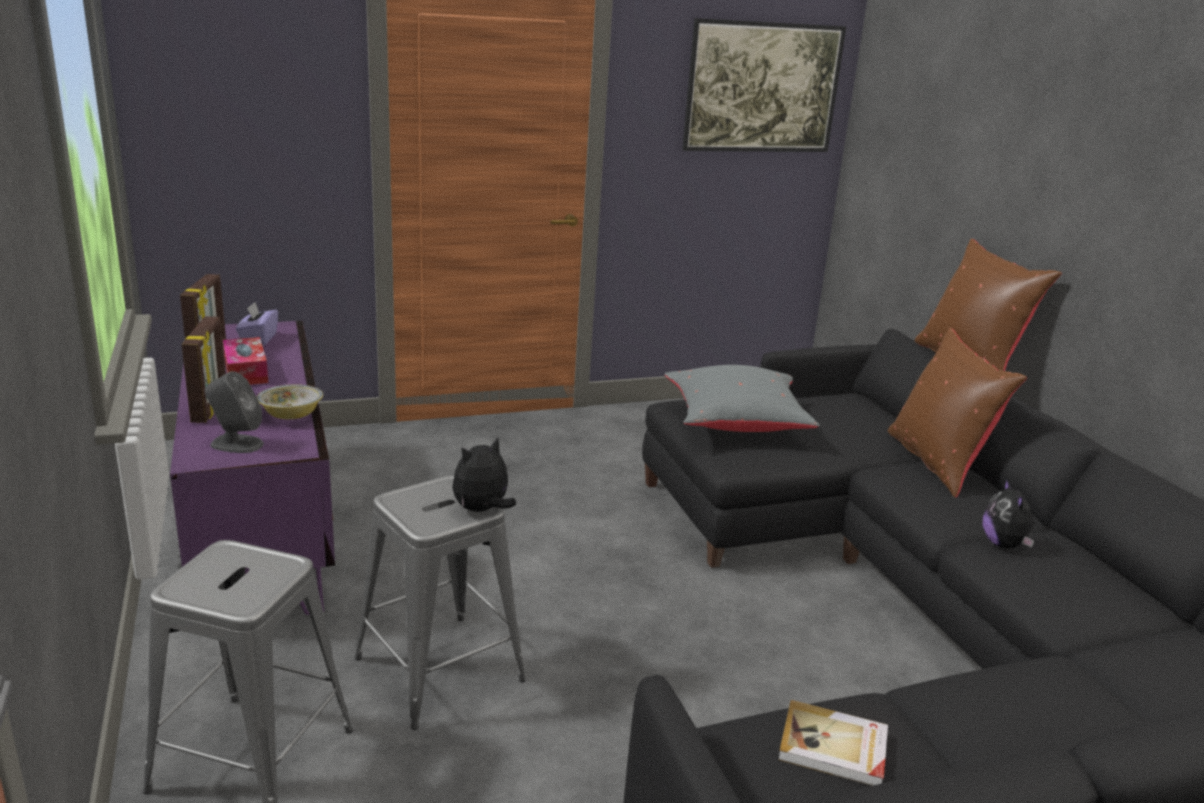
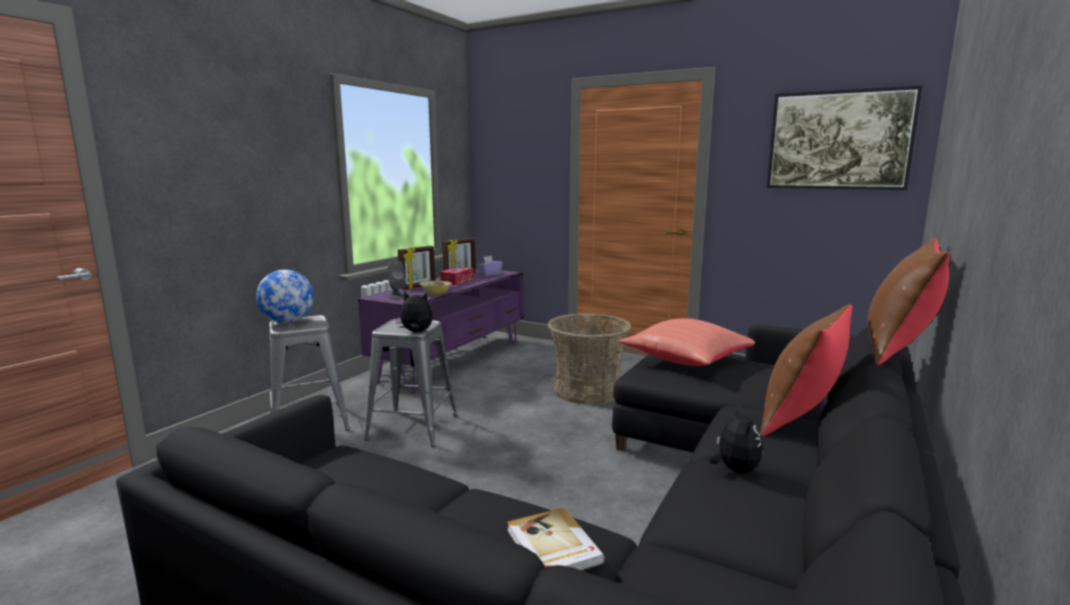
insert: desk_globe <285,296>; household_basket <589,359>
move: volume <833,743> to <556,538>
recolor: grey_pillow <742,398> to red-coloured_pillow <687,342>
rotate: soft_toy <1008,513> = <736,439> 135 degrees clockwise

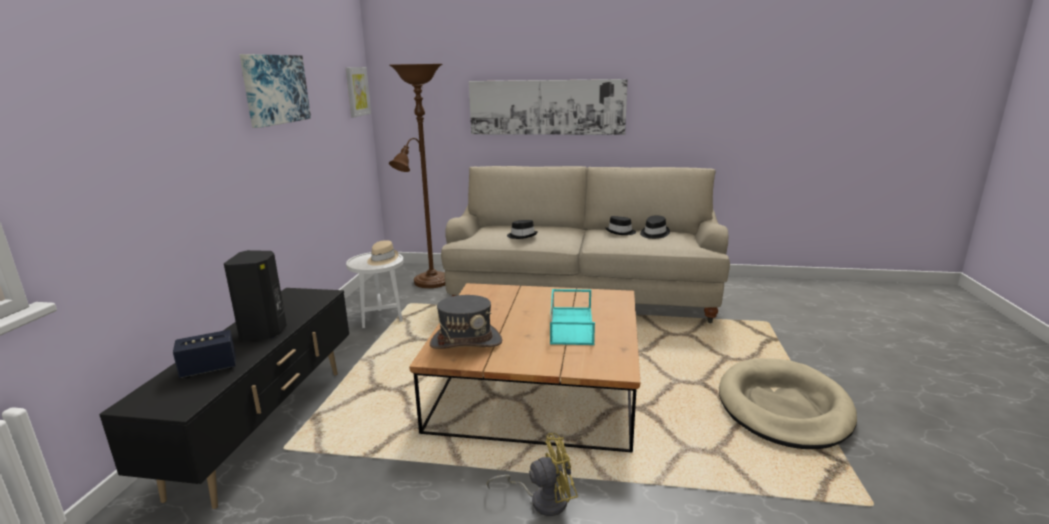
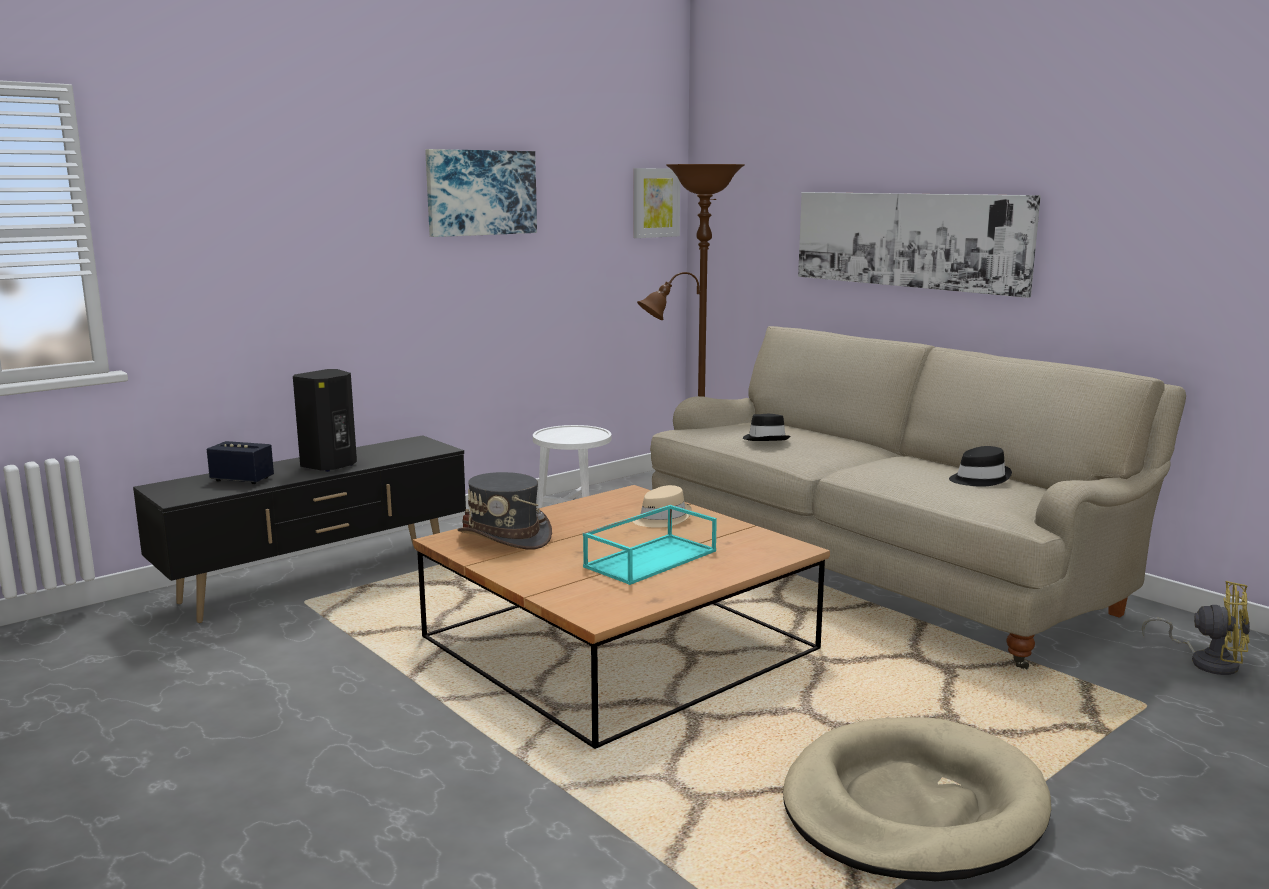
delete: black_wearable_hat <620,225>
move: beige-coloured_wearable_hat <383,253> to <662,506>; yellowish_fan <532,474> to <1196,628>

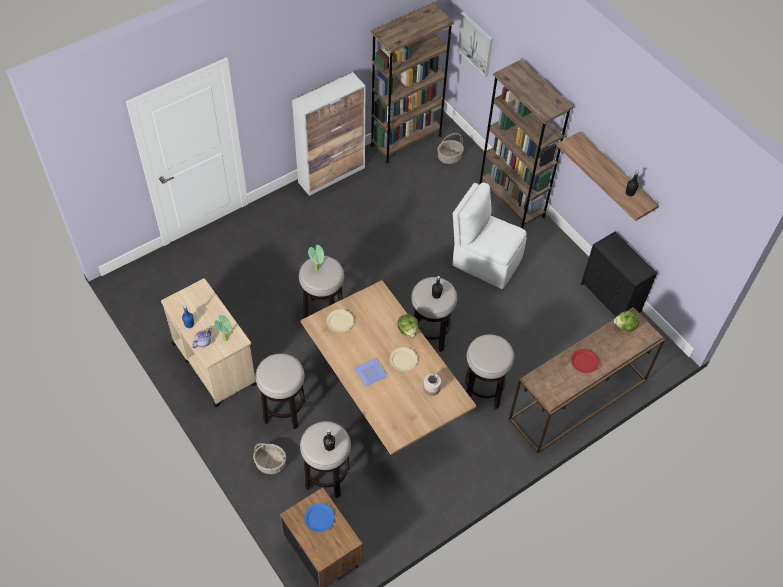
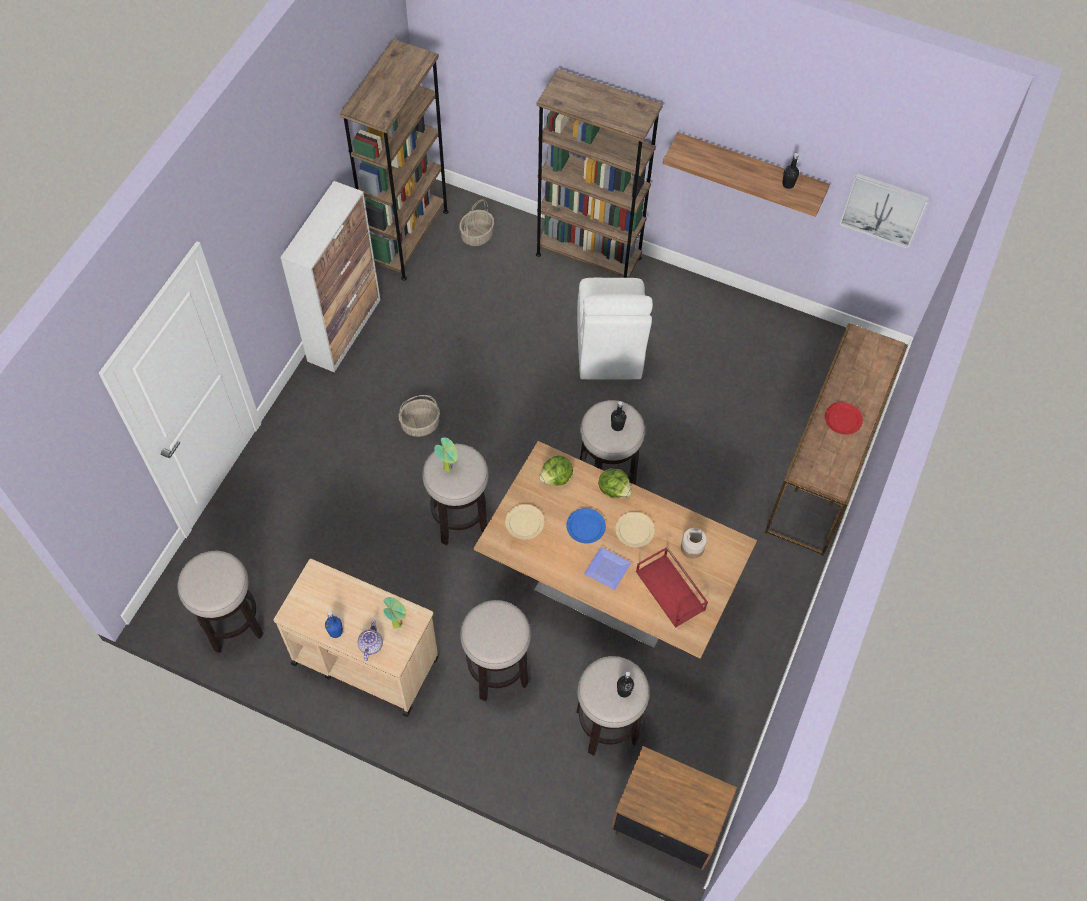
delete: black_drawer_chest <619,274>
insert: red-coloured_serving_tray <672,587>
move: household_basket <269,458> to <419,416>; bluish_plate <319,517> to <586,526>; wall_art <475,44> to <884,211>; stool <489,371> to <220,602>; head_of_lettuce <626,321> to <556,471>
rotate: white-coloured_chair <489,236> = <615,329> 90 degrees counterclockwise

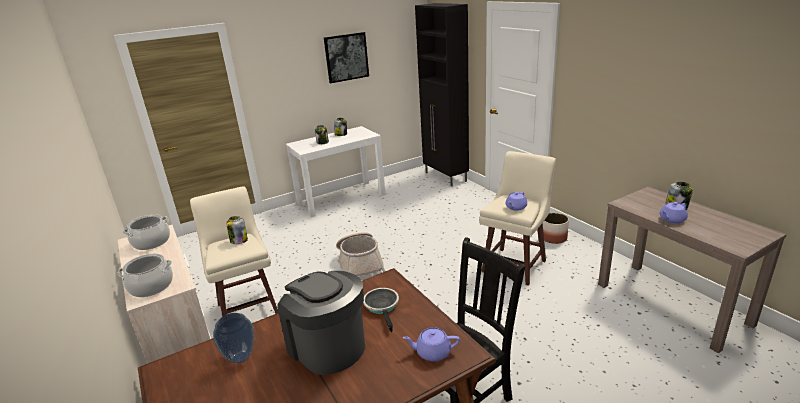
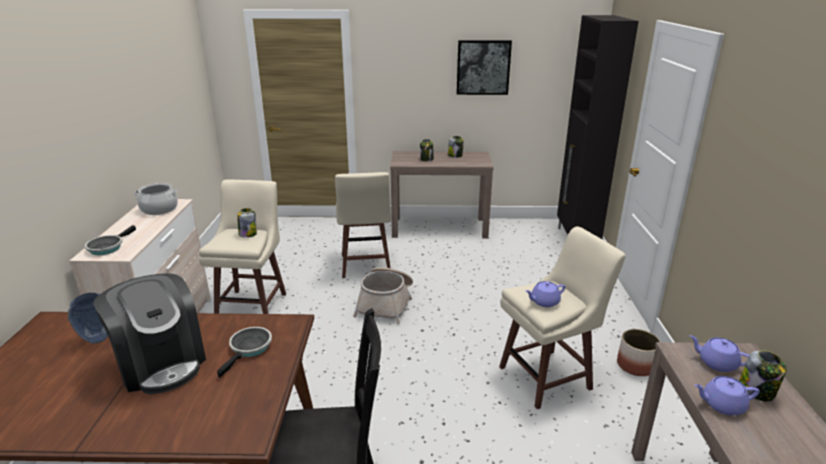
insert: beige-coloured_stool <363,225>
move: purplish_pot_for_tea <431,344> to <719,353>
replace: cooking_pot <145,275> to skillet <110,240>
recolor: white-coloured_console_table <336,171> to brownish_console_table <442,195>
rotate: coffee_maker <321,323> = <150,333> 150 degrees clockwise

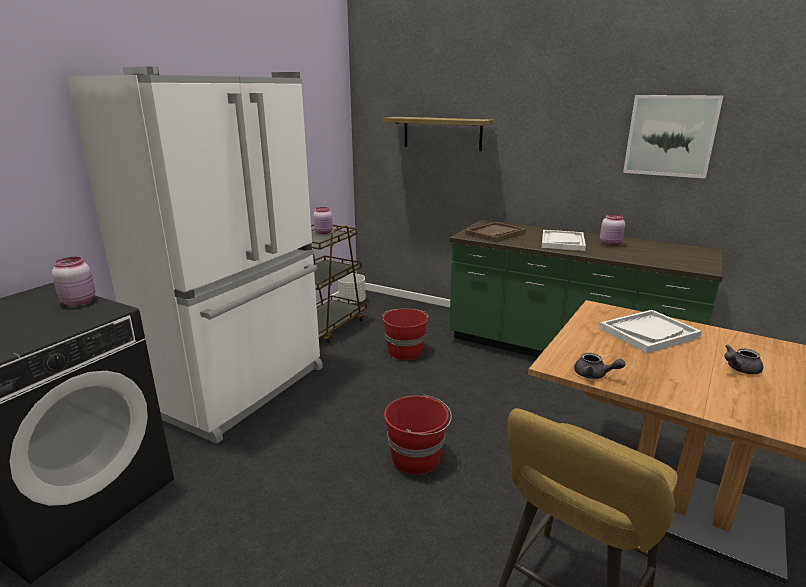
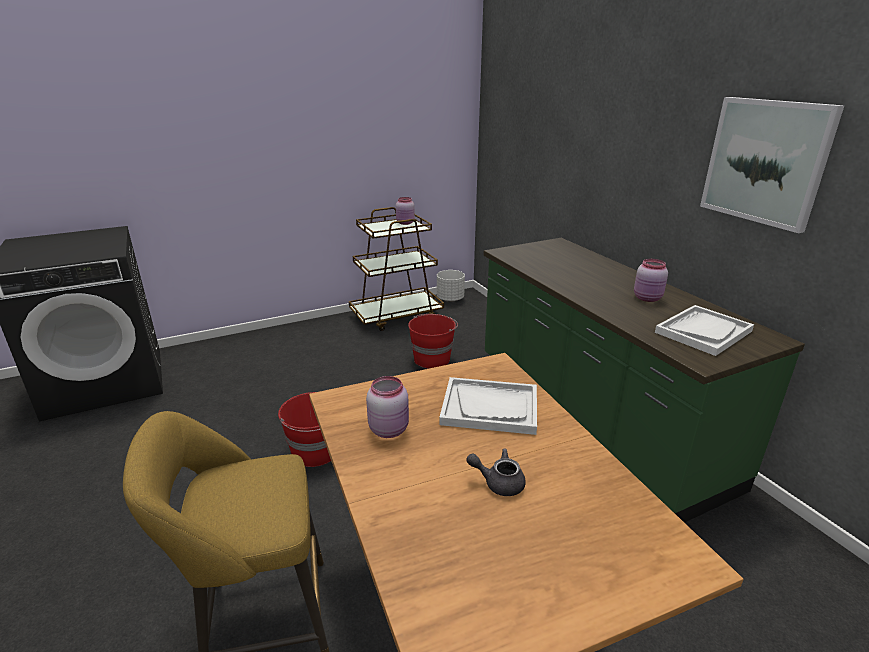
delete: white-coloured_fridge <195,255>; shelf <438,134>; brownish_serving_tray <495,232>; grey_pot_for_tea <599,366>
move: pink_jar <73,281> to <387,407>; white-coloured_serving_tray <564,240> to <704,330>

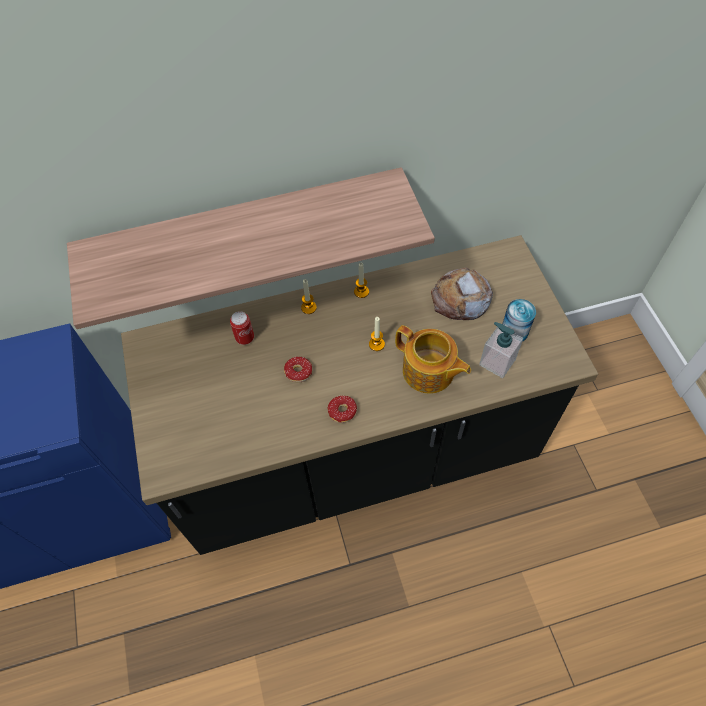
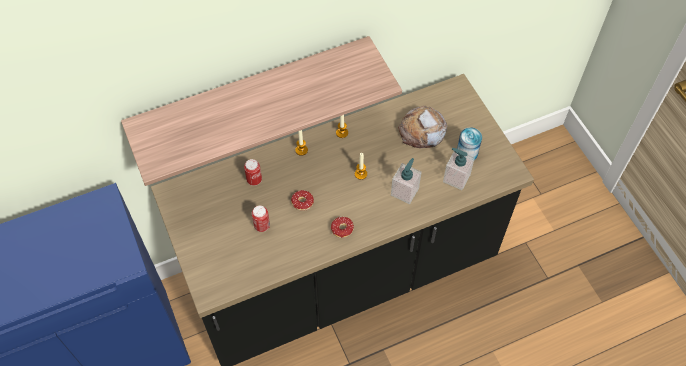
insert: can <261,219>
replace: pot_for_tea <433,359> to soap_dispenser <406,181>

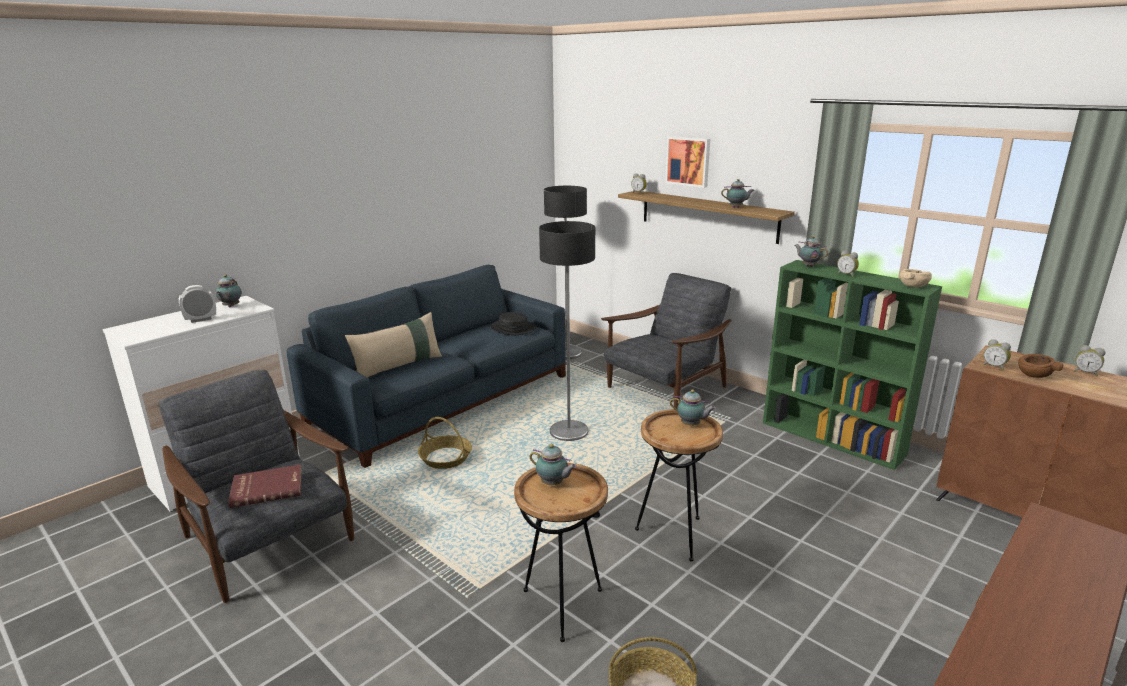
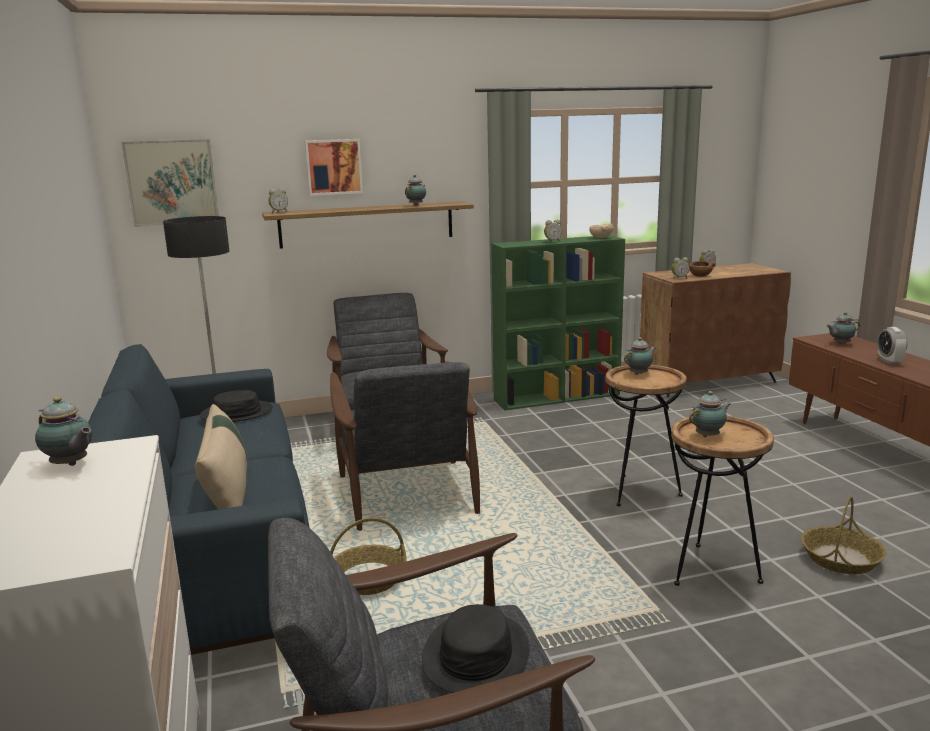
insert: wall_art <170,183>
move: alarm_clock <197,304> to <892,346>; pot_for_tea <811,251> to <843,328>
replace: red-coloured_volume <265,486> to black_wearable_hat <475,648>; standard_lamp <567,331> to grey_lounge_chair <405,446>

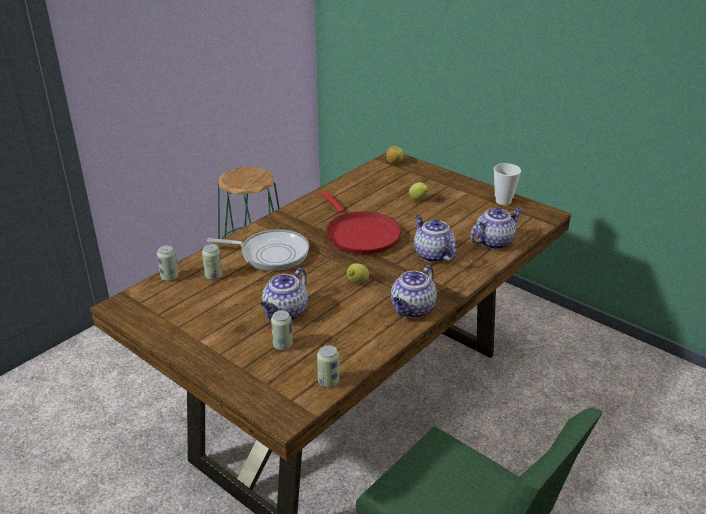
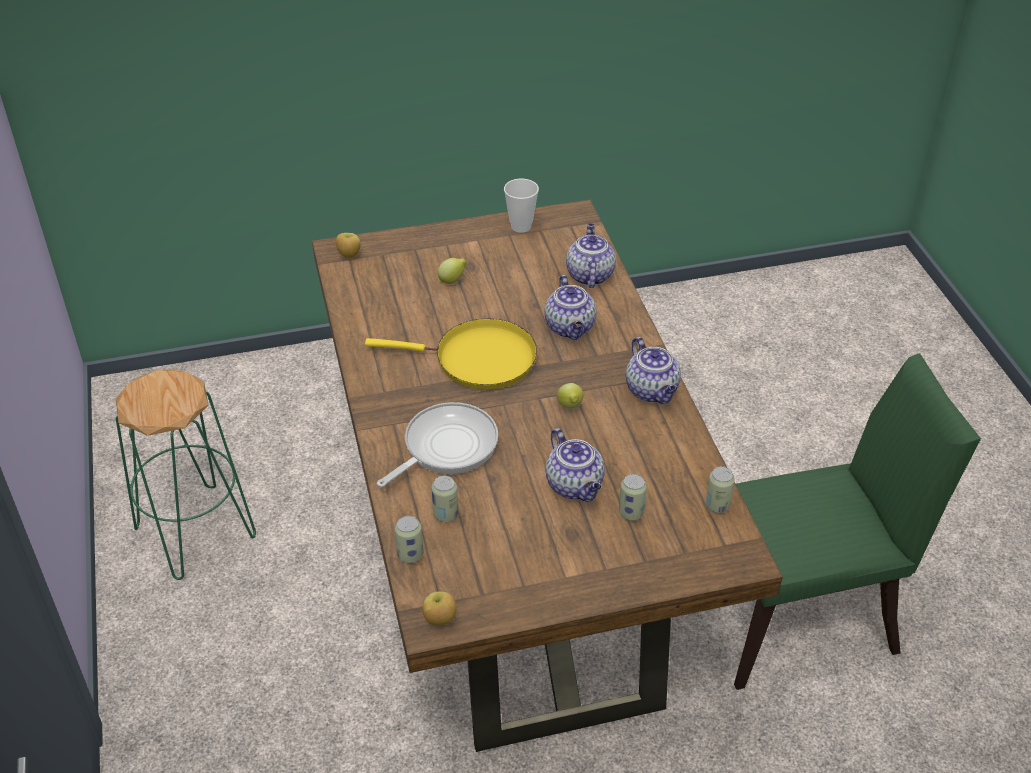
insert: apple_fruit <439,608>
recolor: red-coloured_skillet <361,223> to yellowish_skillet <451,353>
rotate: pot_for_tea <435,239> = <570,307> 105 degrees counterclockwise

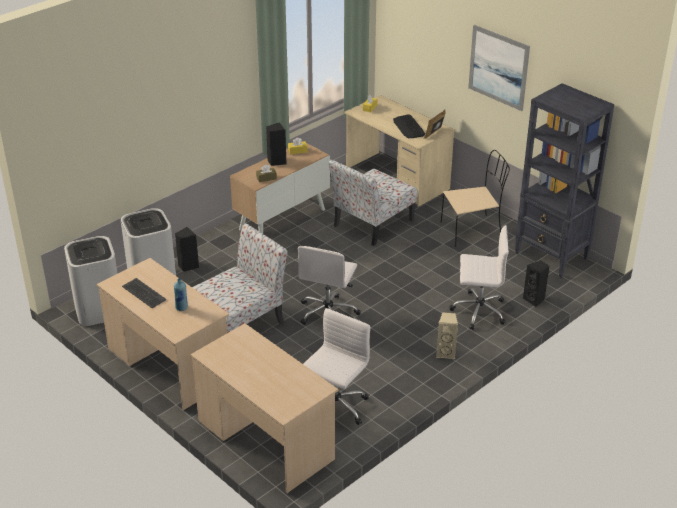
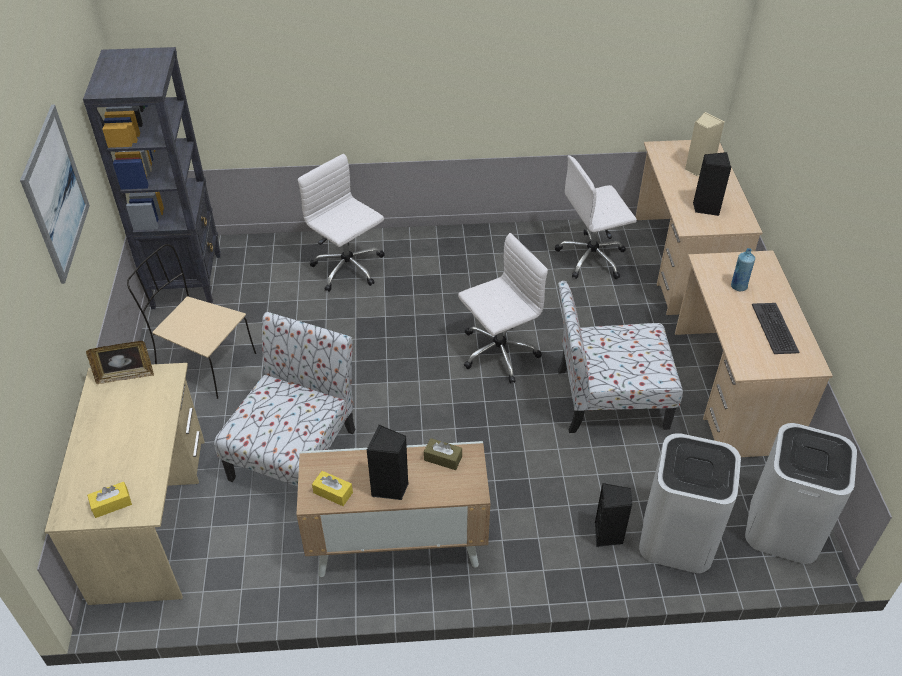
delete: keyboard <409,126>
move: beige-coloured_audio_speaker <447,335> to <705,144>; black_audio_speaker <536,283> to <712,184>
rotate: chair <373,202> = <285,399> 60 degrees counterclockwise

